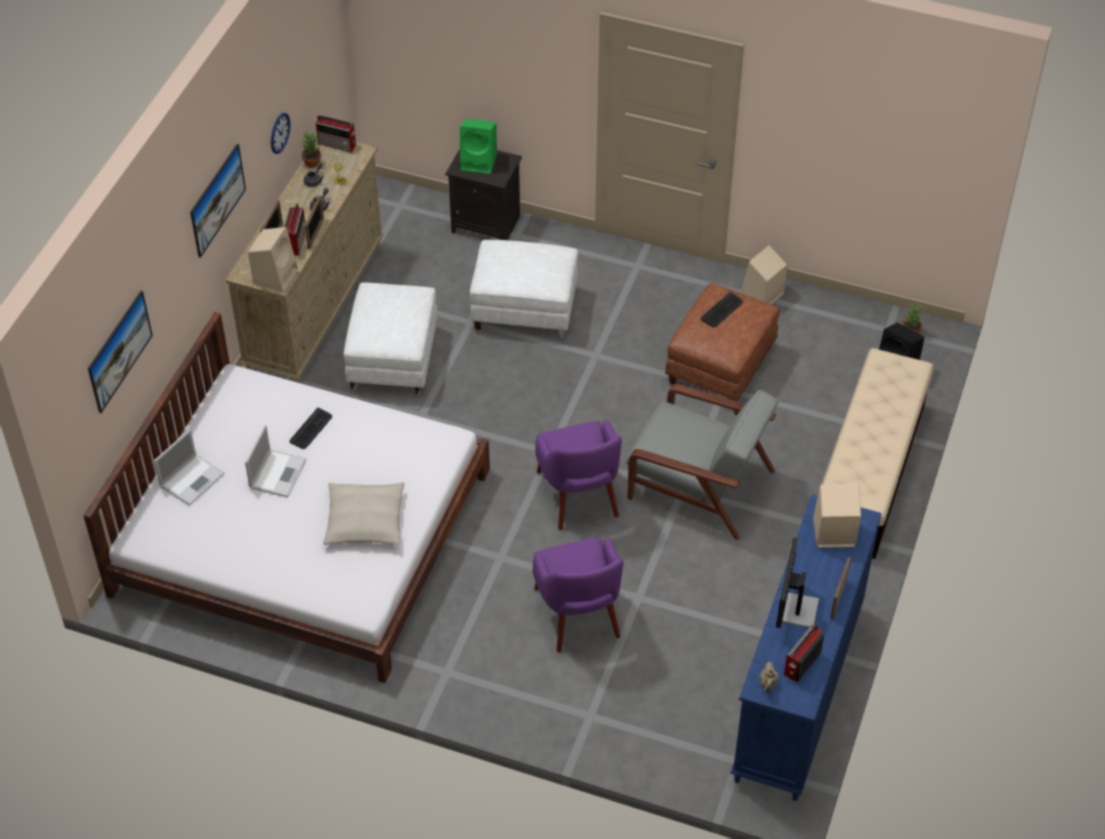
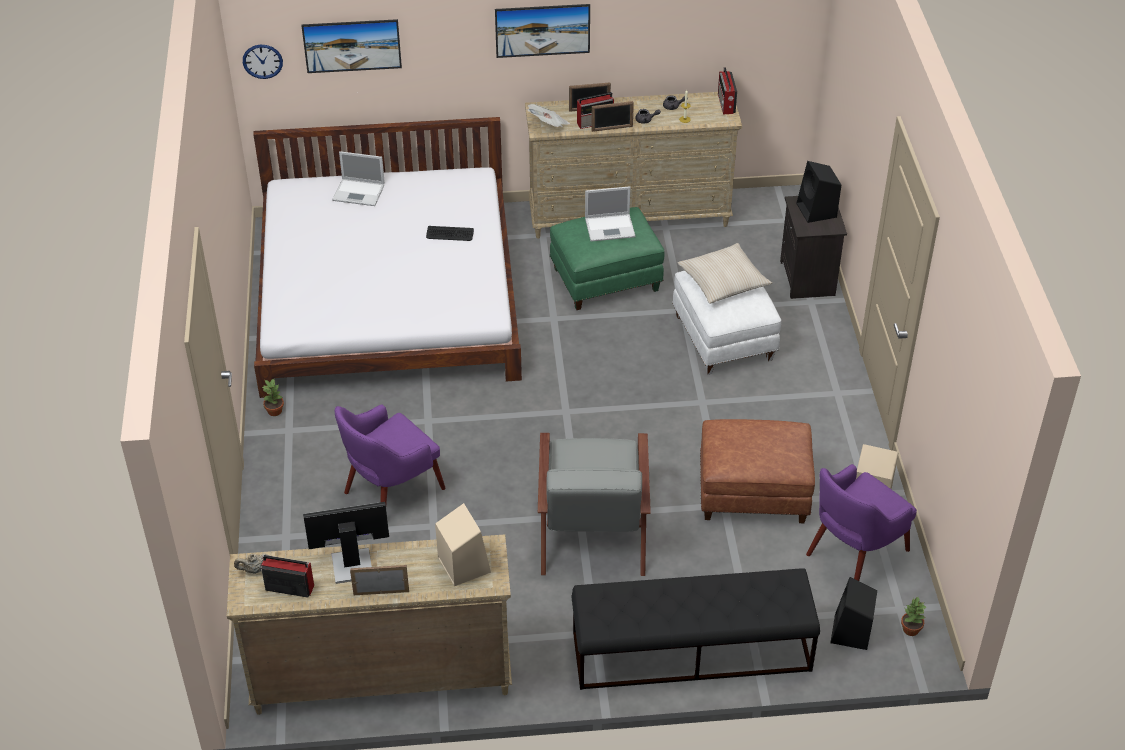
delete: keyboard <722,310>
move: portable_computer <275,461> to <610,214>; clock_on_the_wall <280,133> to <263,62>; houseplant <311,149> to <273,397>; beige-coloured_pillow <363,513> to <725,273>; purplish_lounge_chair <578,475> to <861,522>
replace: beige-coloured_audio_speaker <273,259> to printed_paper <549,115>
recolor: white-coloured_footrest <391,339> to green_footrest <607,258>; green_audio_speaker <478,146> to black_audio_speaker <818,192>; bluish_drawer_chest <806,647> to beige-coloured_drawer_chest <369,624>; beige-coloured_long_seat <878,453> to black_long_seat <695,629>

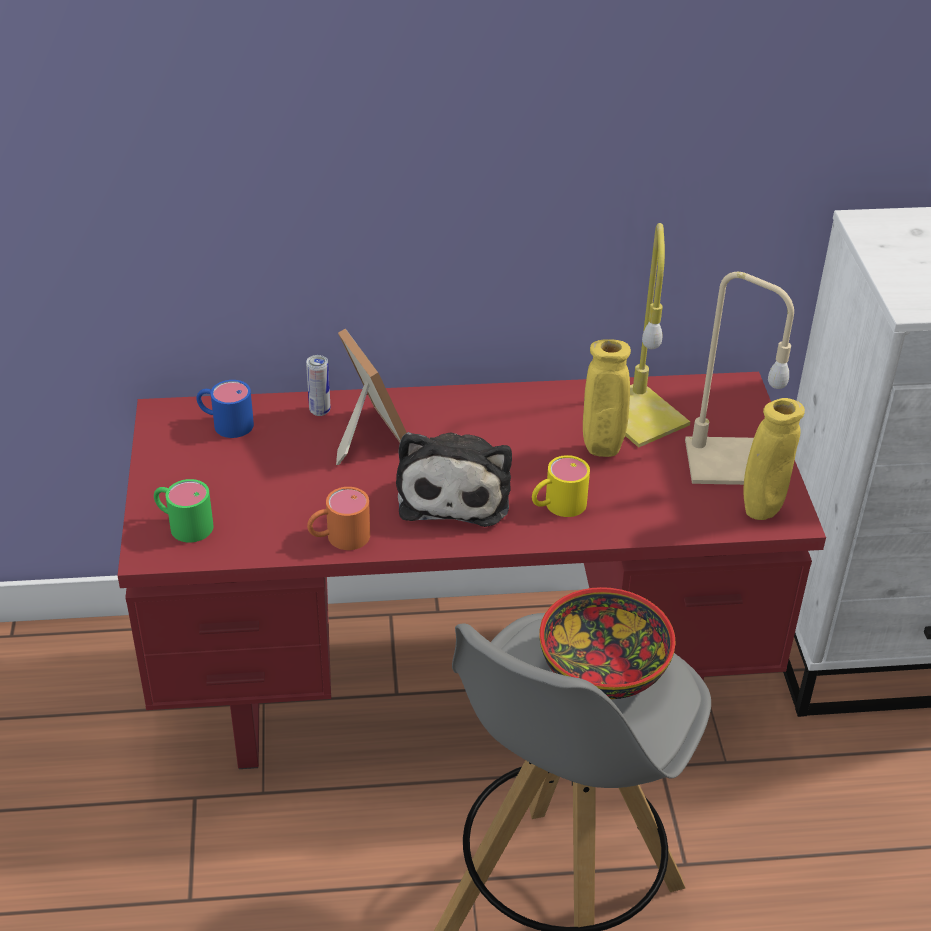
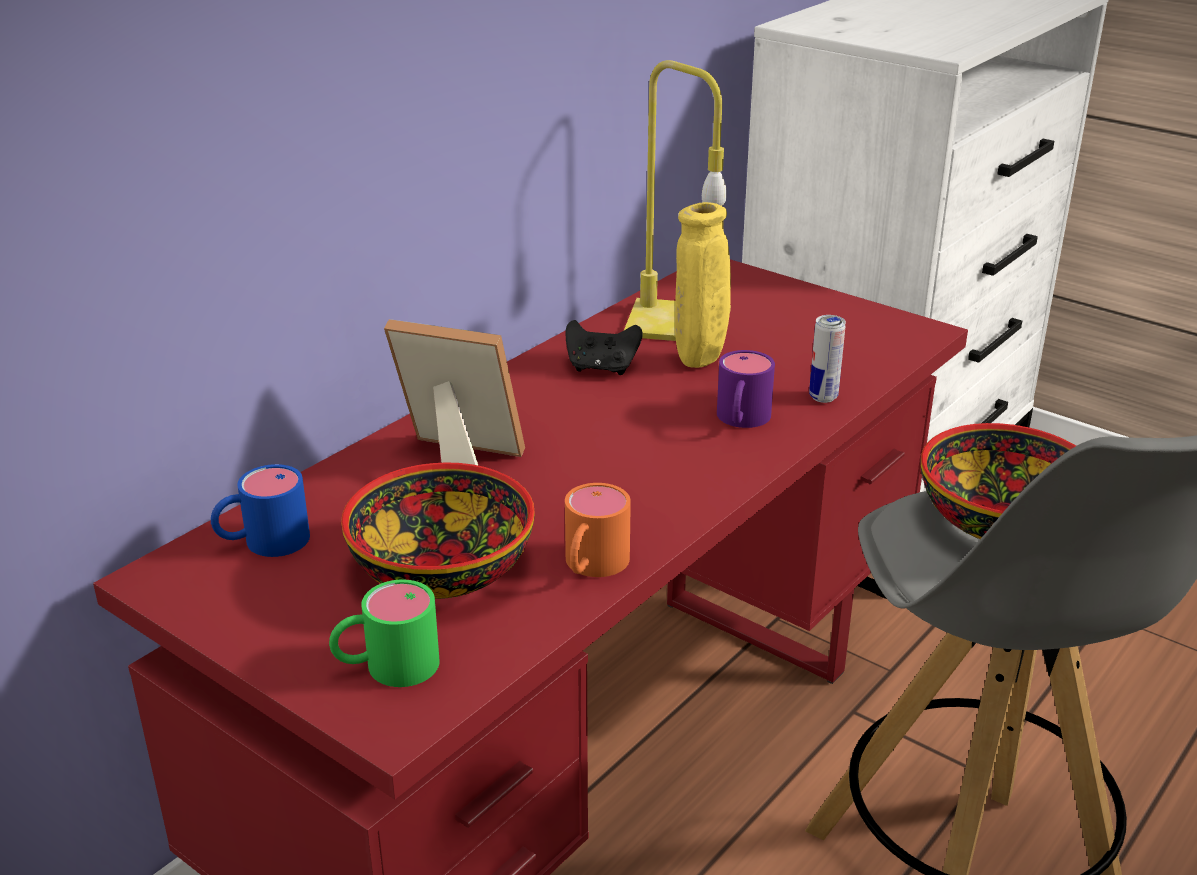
delete: soft_toy <454,479>; beige-coloured_table_lamp <739,378>; yellowish_flower_vase <774,459>
insert: bowl <438,530>; black_game_controller <604,347>
move: can <318,385> to <827,359>
recolor: yellowish_mug <561,486> to purplish_mug <746,389>

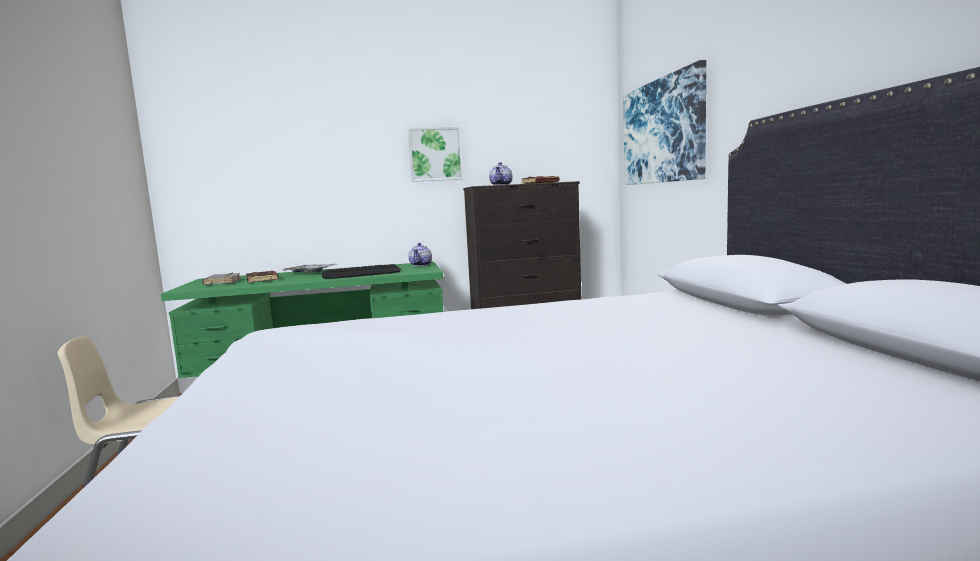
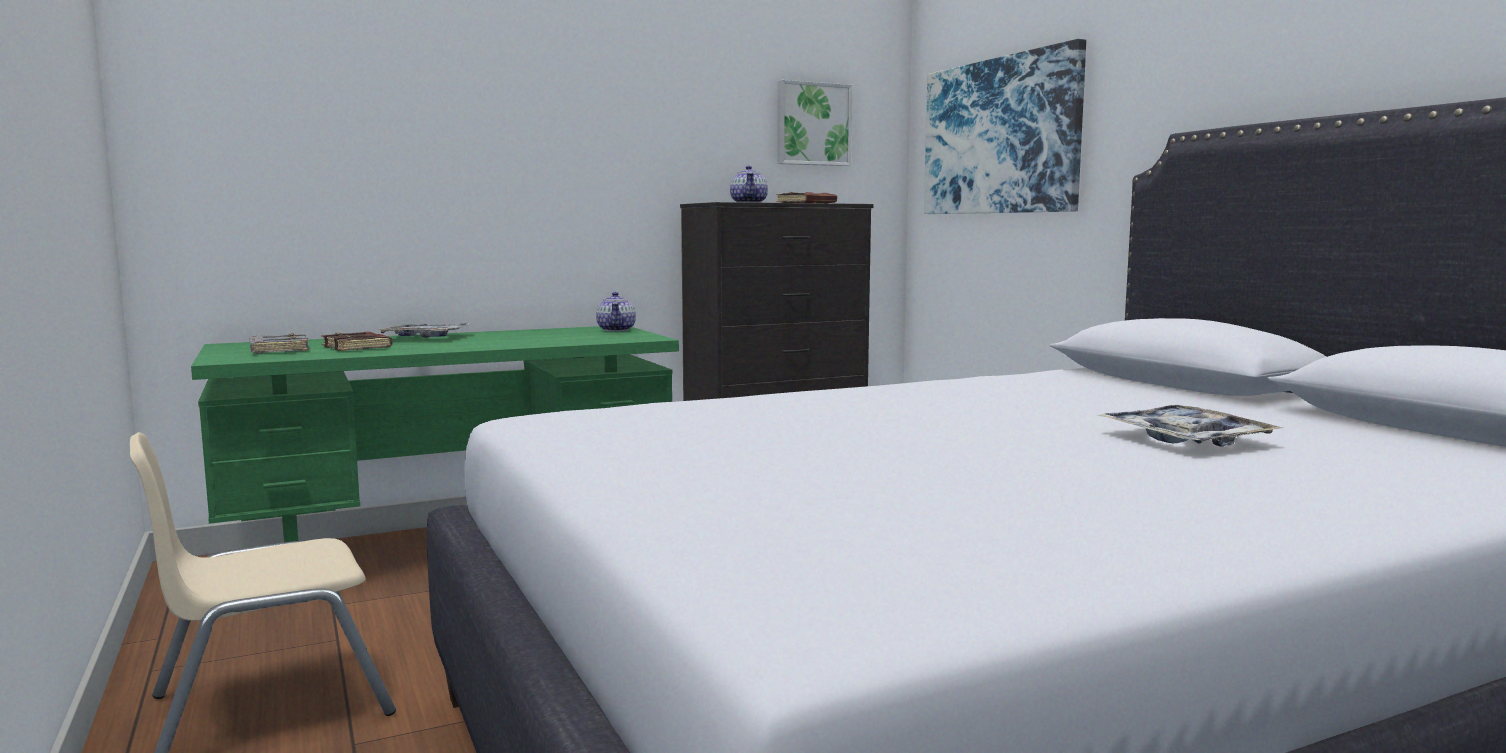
delete: keyboard <361,271>
insert: serving_tray <1190,426>
move: wall_art <435,154> to <814,123>

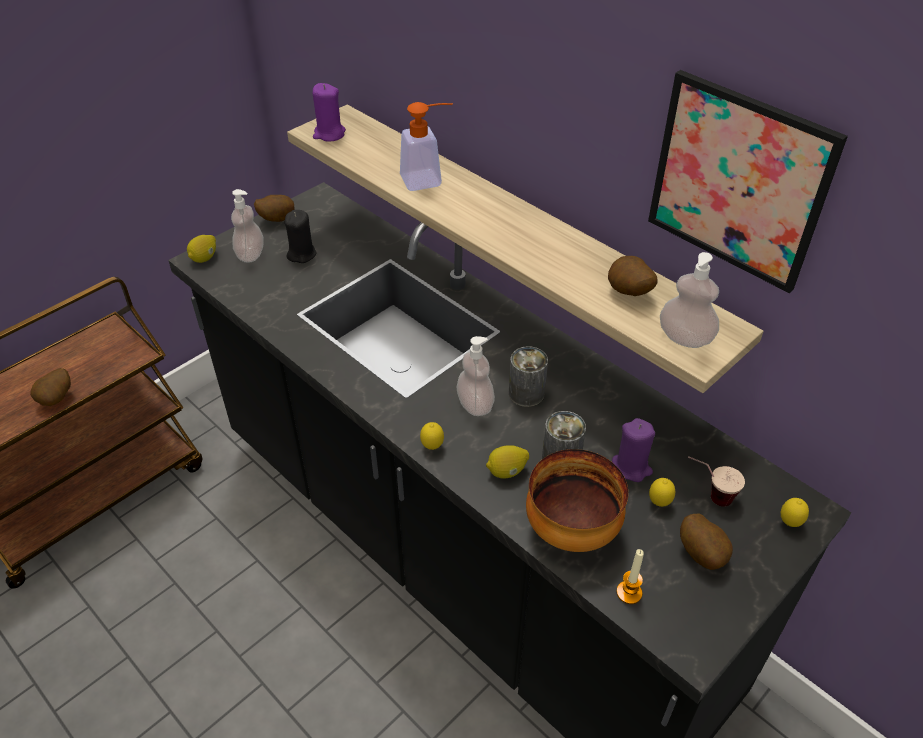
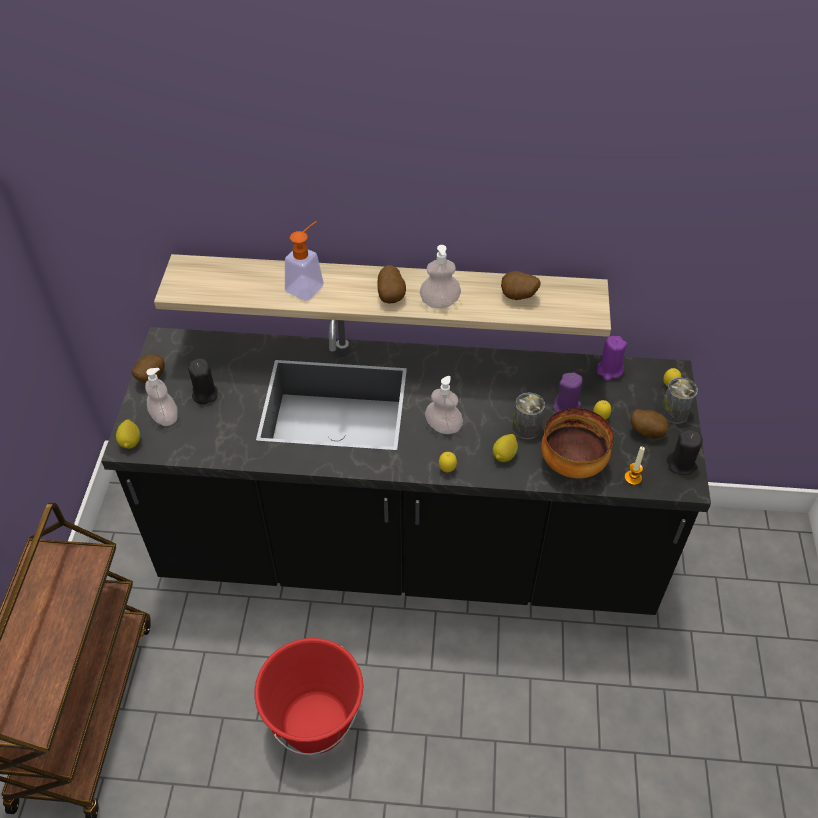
delete: wall_art <748,181>; cup <716,481>
insert: red-coloured_pail <308,696>; black_wax_candle <685,452>
move: potato <50,387> to <391,284>; purplish_wax_candle <329,112> to <612,358>; can <528,376> to <679,400>; soap_dispenser <689,300> to <440,276>

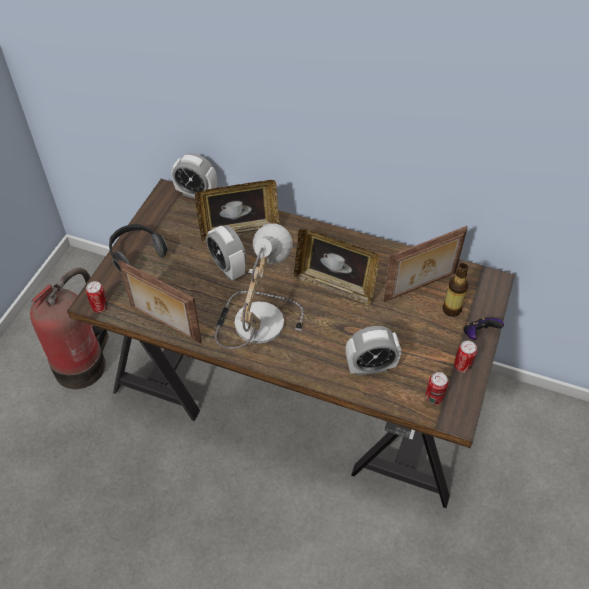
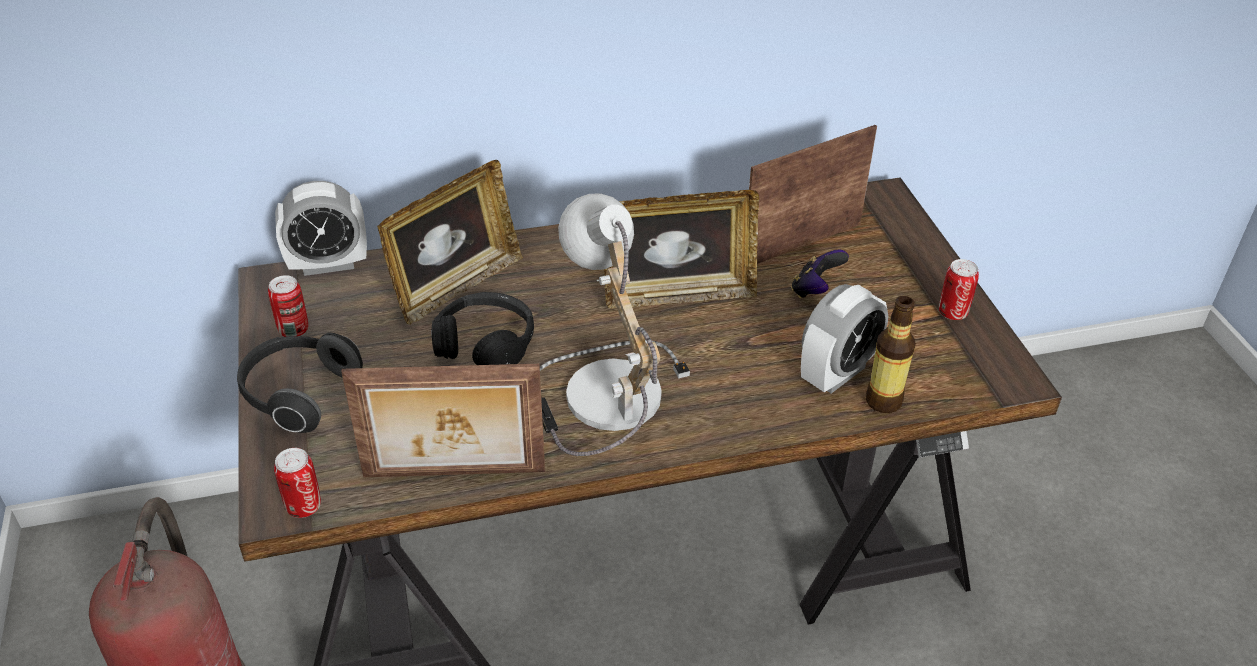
move: can <436,388> to <288,306>; bottle <455,290> to <891,354>; game_controller <483,328> to <820,273>
replace: alarm_clock <226,253> to black_headset <482,328>
rotate: photo_frame <425,264> = <813,194> 150 degrees counterclockwise

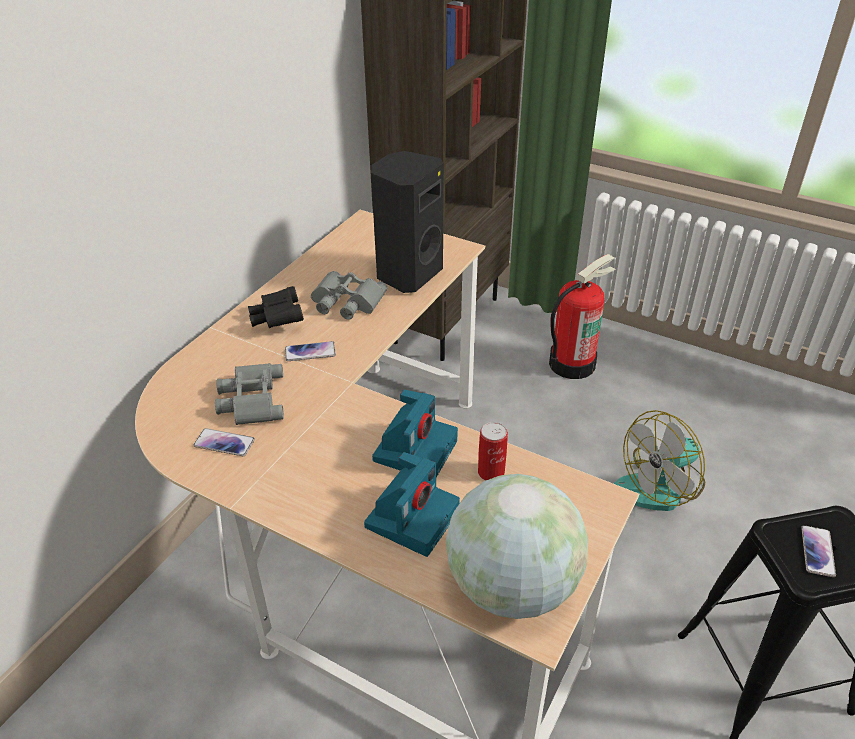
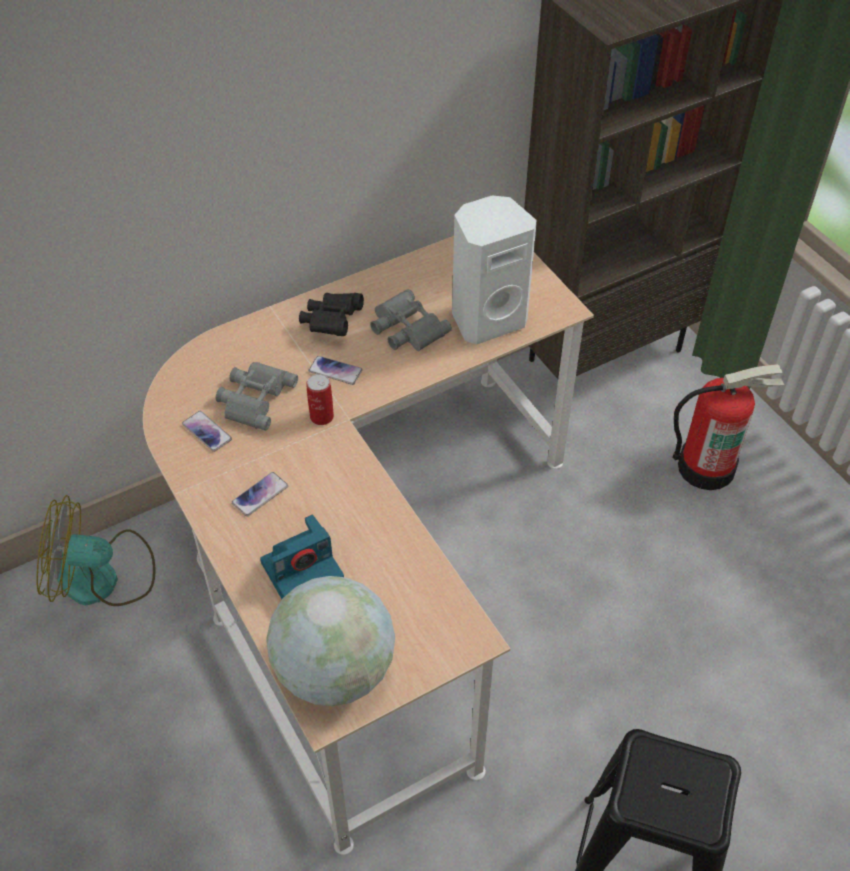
delete: photo_camera <415,433>
move: can <493,451> to <320,399>; fan <659,460> to <96,550>; telephone <818,551> to <260,494>
recolor: black_audio_speaker <407,222> to white-coloured_audio_speaker <494,270>

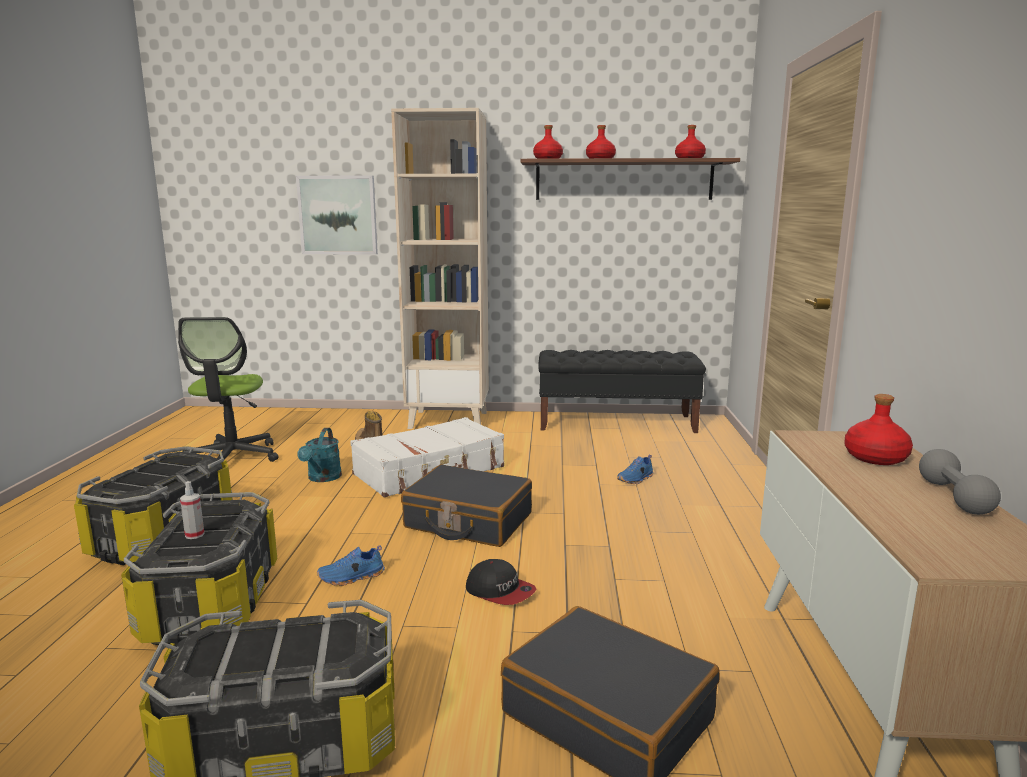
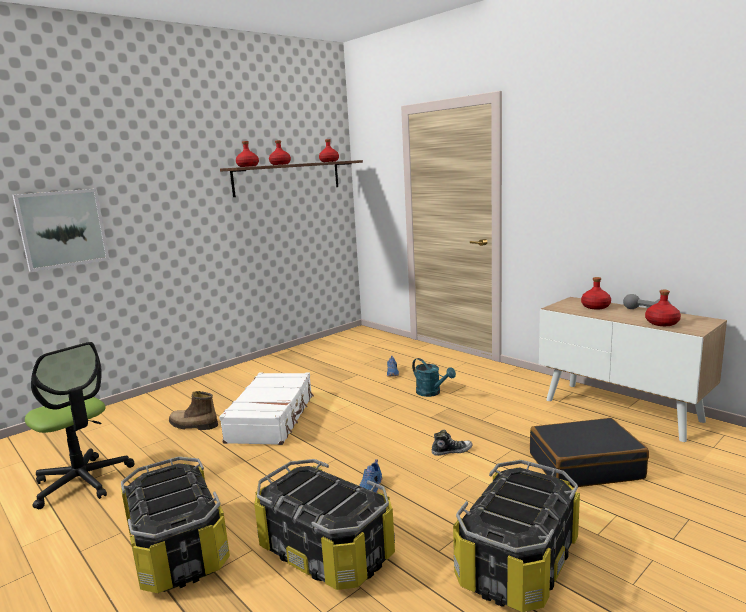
delete: spray_bottle <192,510>; beige-coloured_bookcase <440,268>; black_piece_of_luggage <466,505>; black_long_seat <622,391>
insert: red-coloured_bottle <663,308>
move: turquoise_watering_can <319,455> to <434,377>
replace: baseball_cap <501,582> to shoe <451,443>

